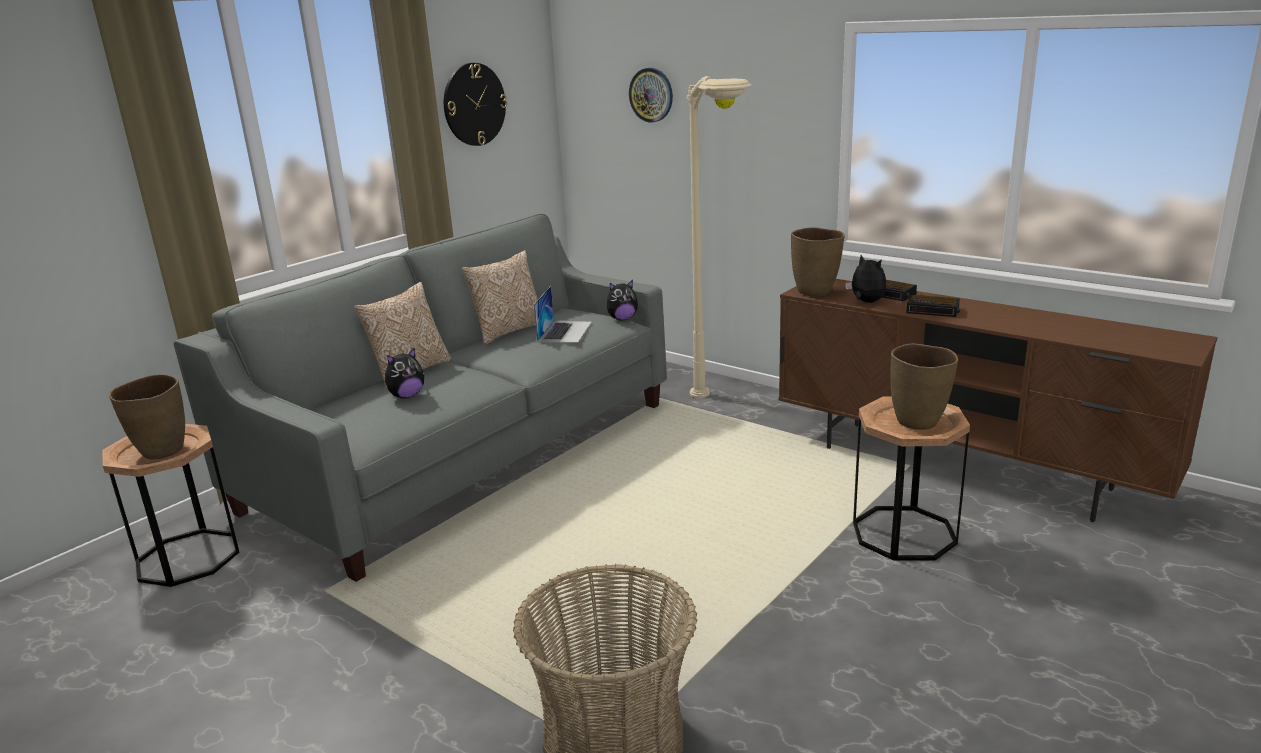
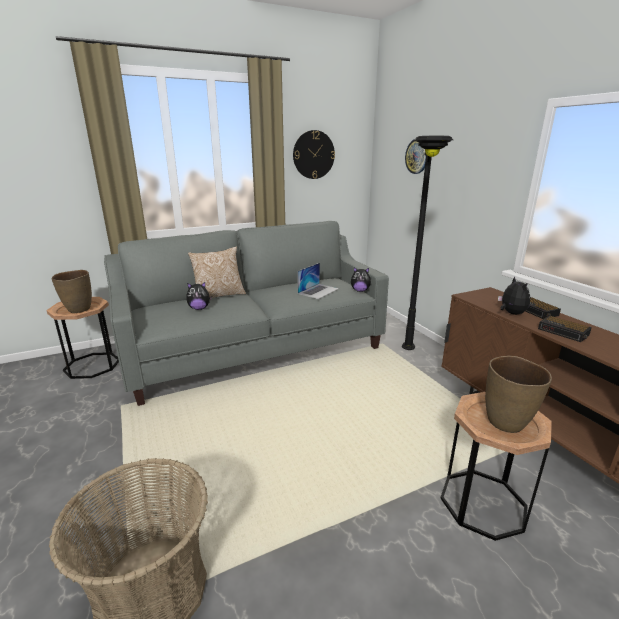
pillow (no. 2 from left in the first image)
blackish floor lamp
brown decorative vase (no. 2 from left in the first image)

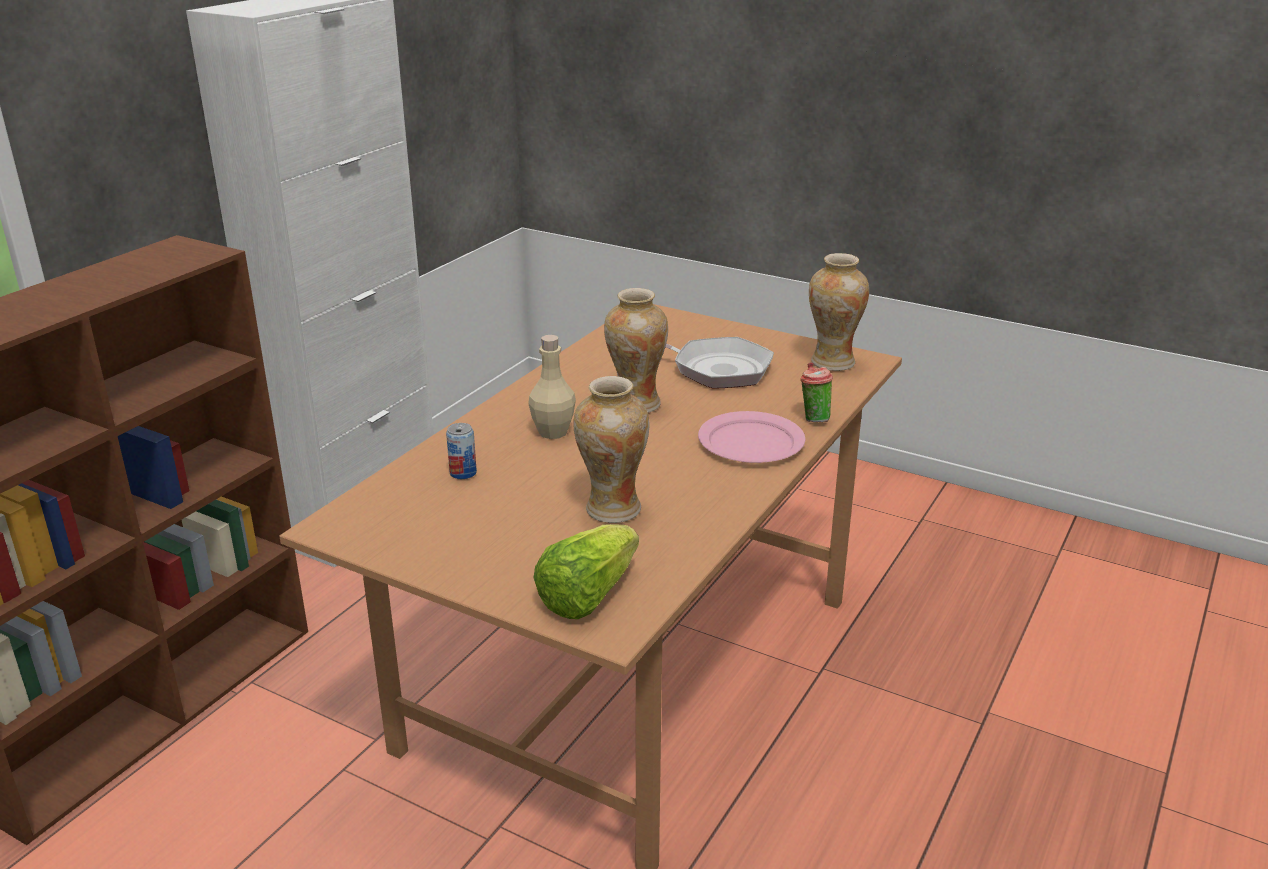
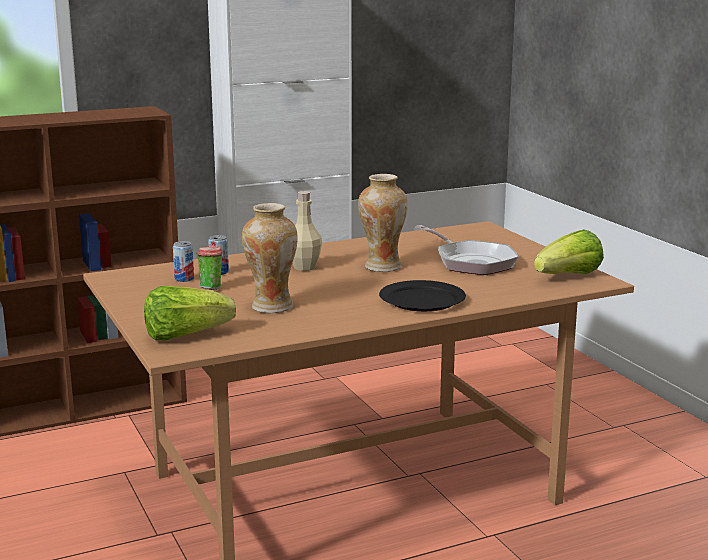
blackish plate
drinking cup
lettuce head (no. 2 from left)
metal can (no. 1 from left)

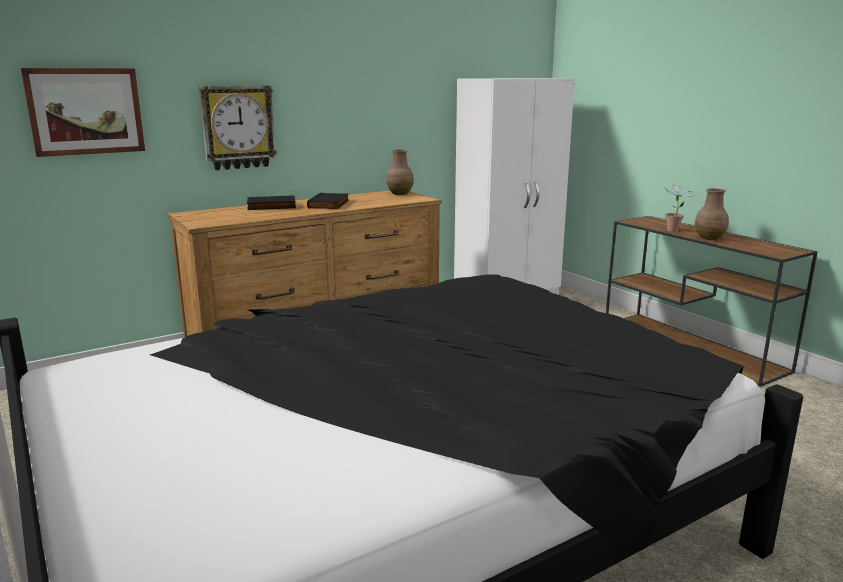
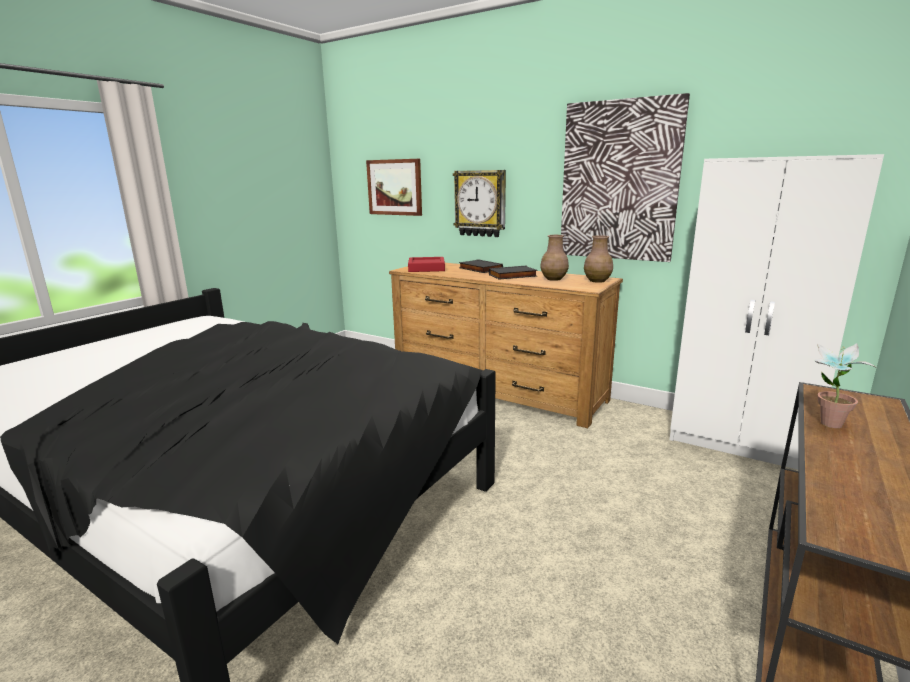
brown decorative vase (no. 1 from left)
red-coloured serving tray
wall art (no. 2 from left)

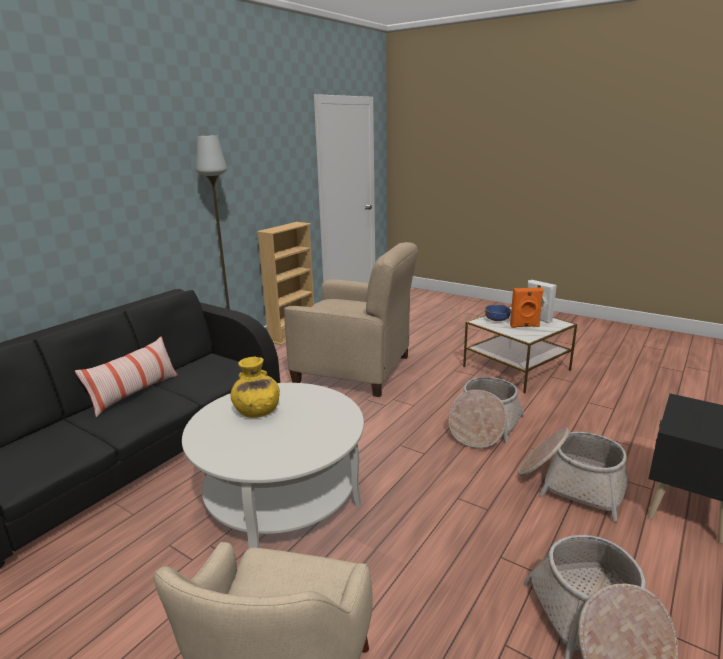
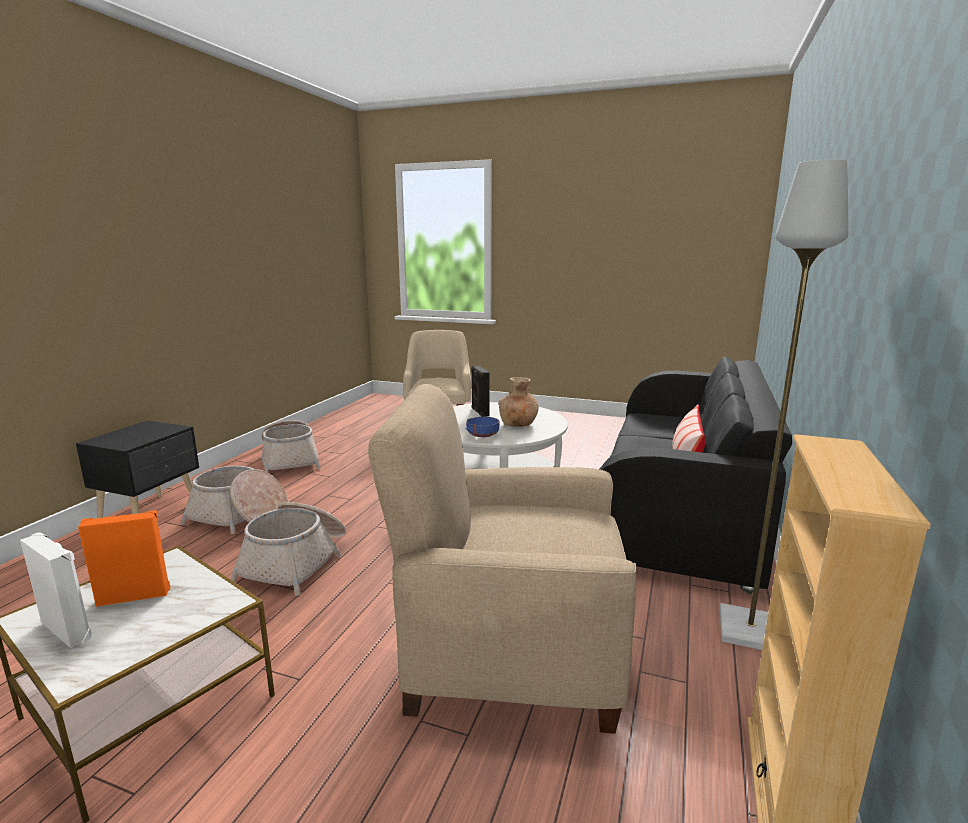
brown decorative vase
blue deep dish
blackish speaker

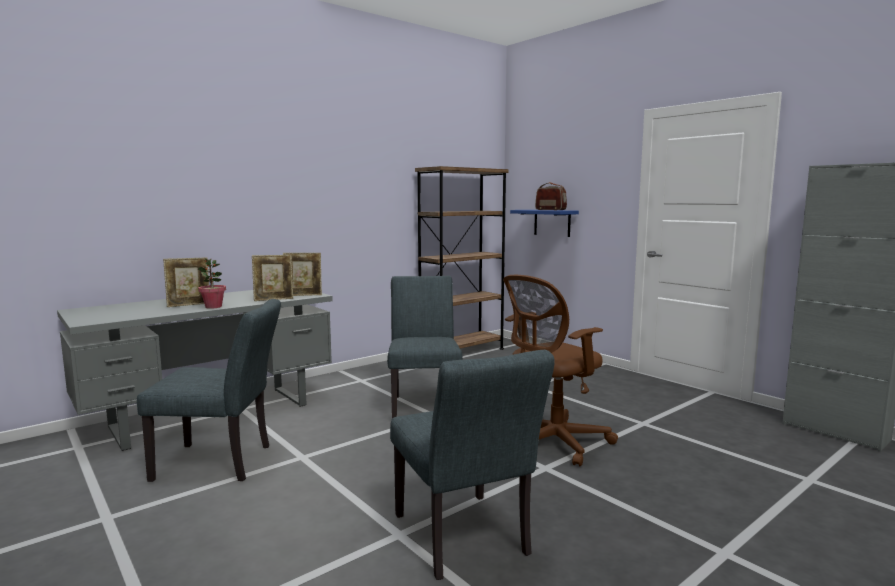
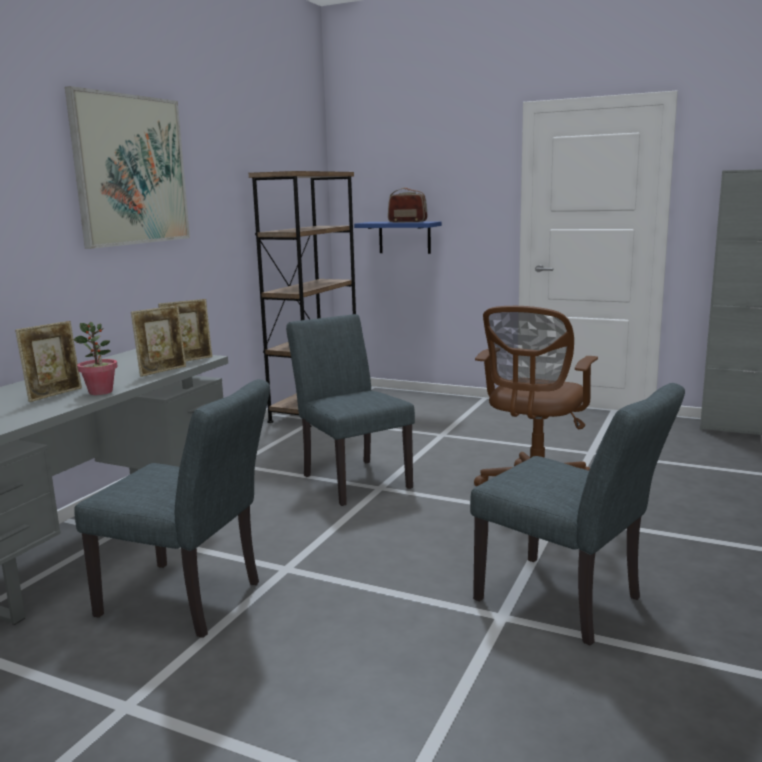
gray plain chair (no. 1 from left)
wall art

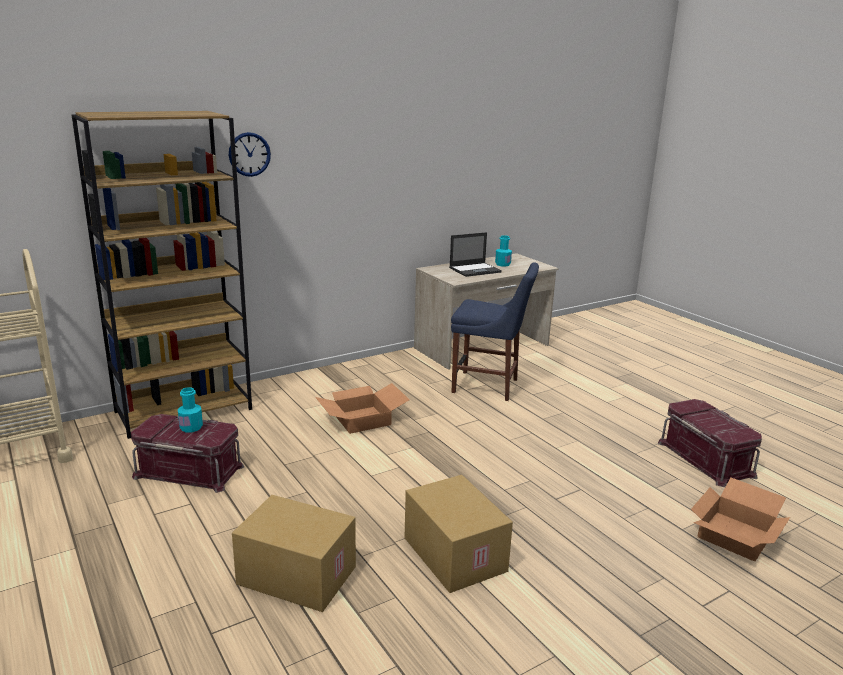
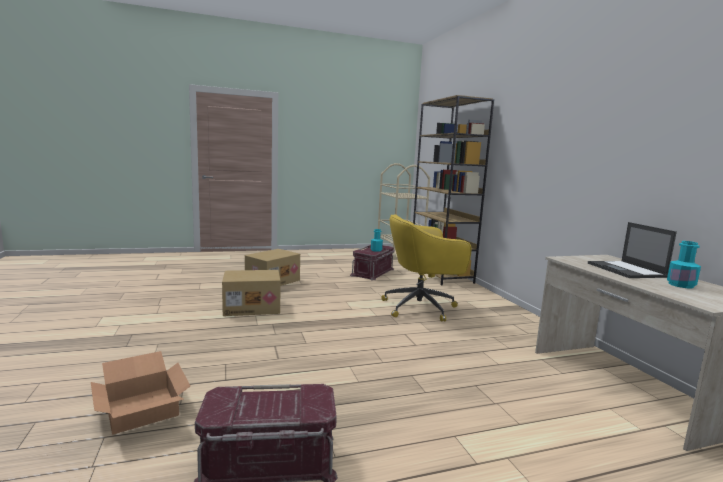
clock on the wall
yellow desk chair
blue plain chair

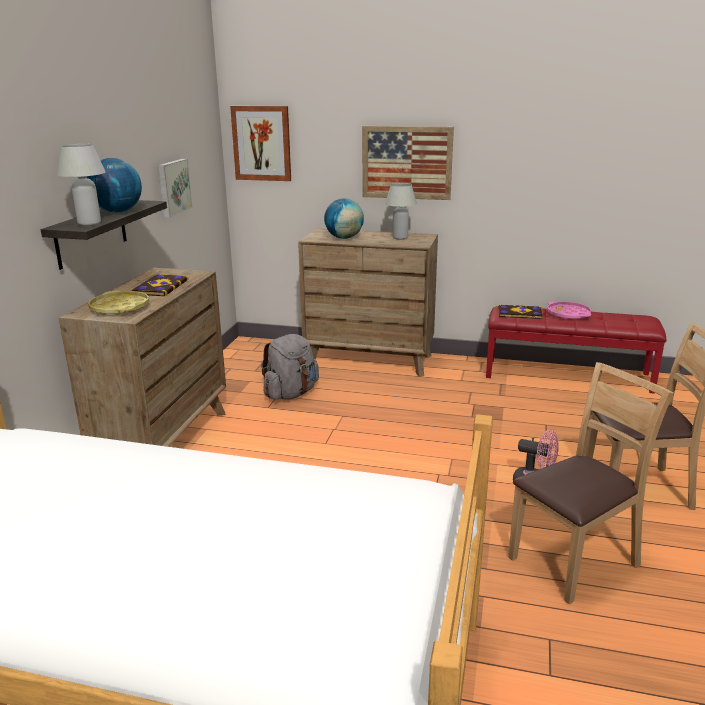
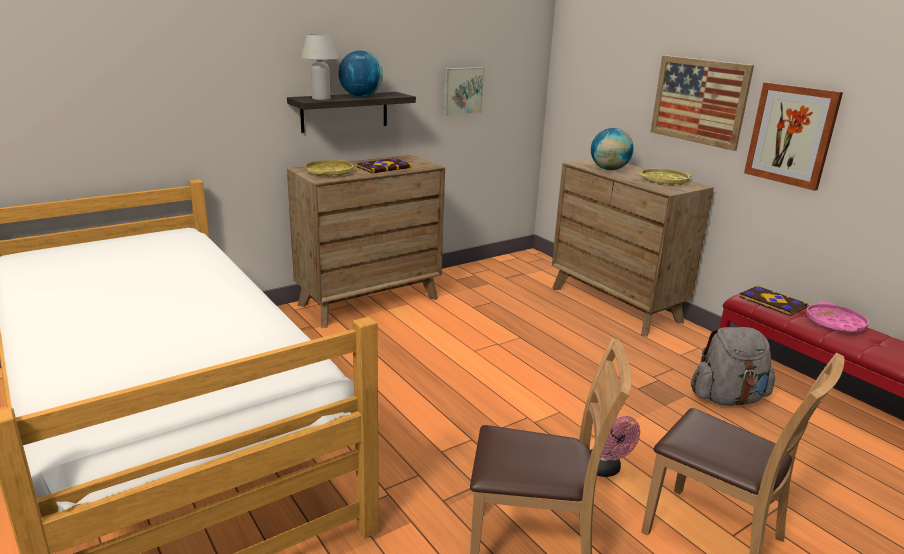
wall art (no. 3 from left)
gray knapsack
yellow serving tray (no. 2 from left)

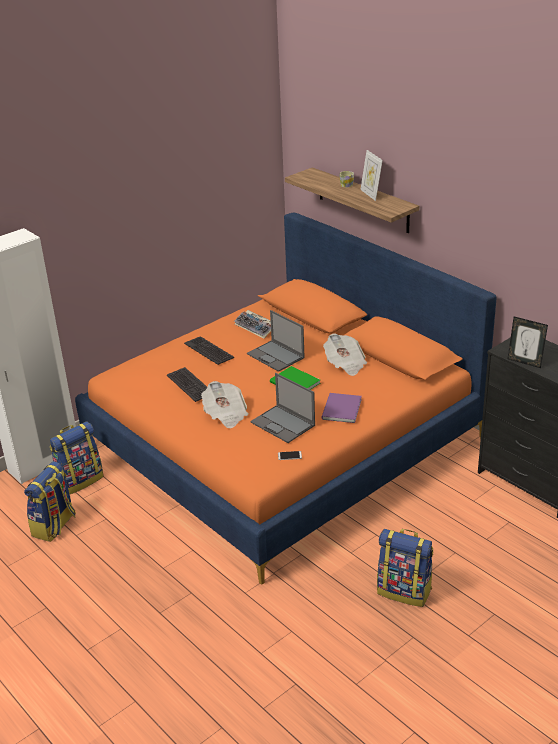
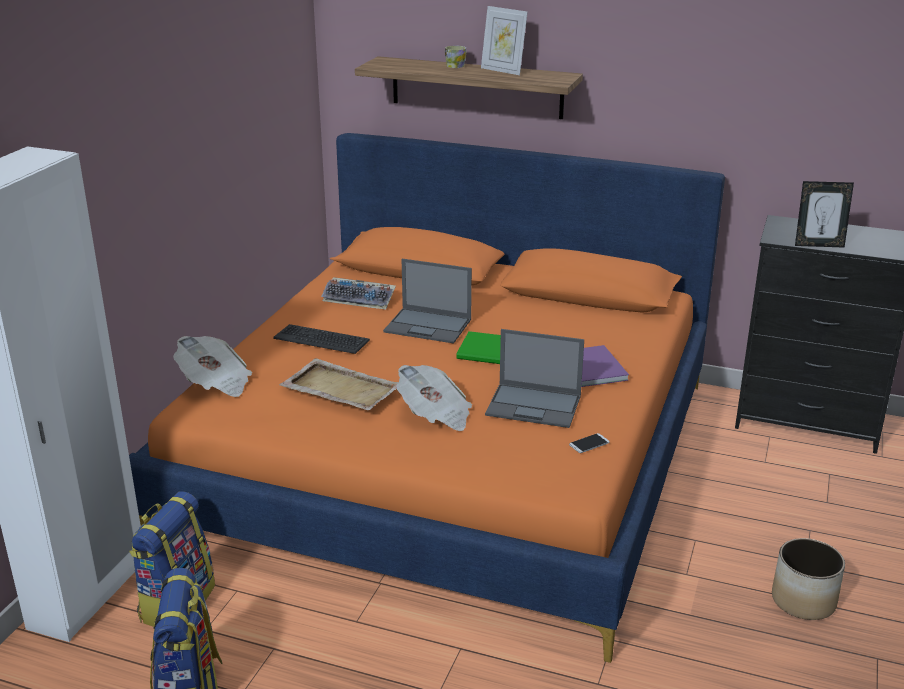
beige-coloured serving tray
printed paper (no. 1 from left)
flower pot

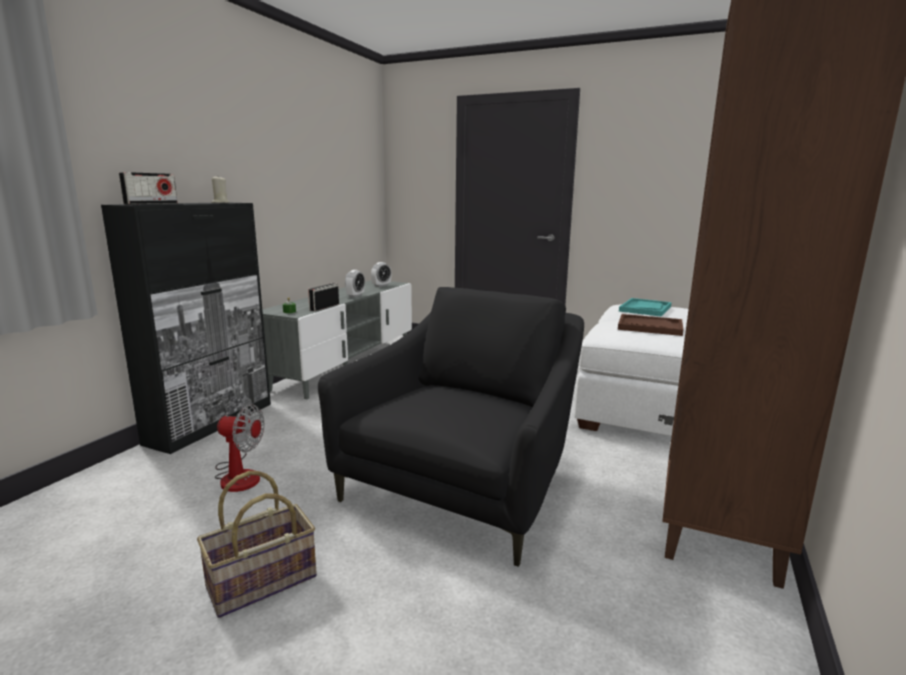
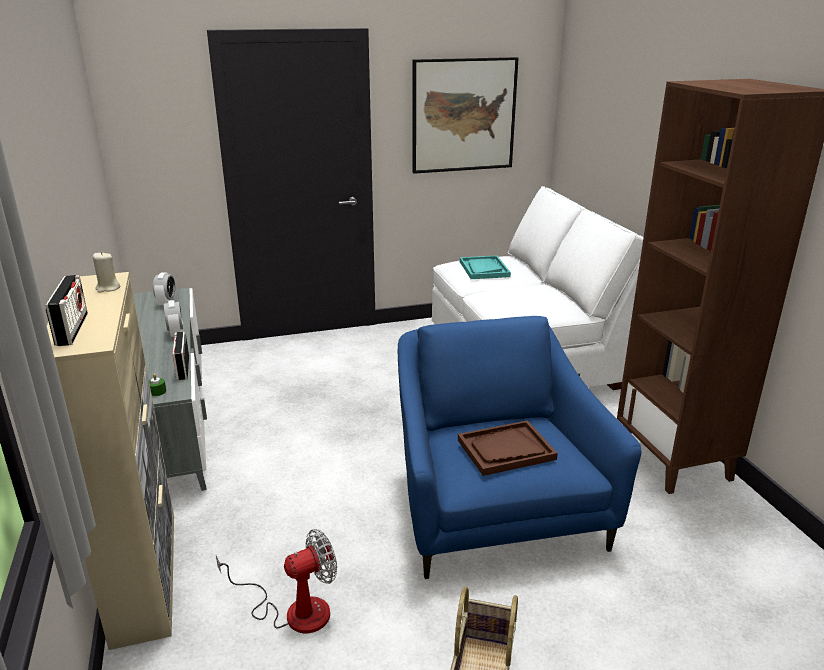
beige-coloured cupboard
blue lounge chair
brown serving tray
wall art

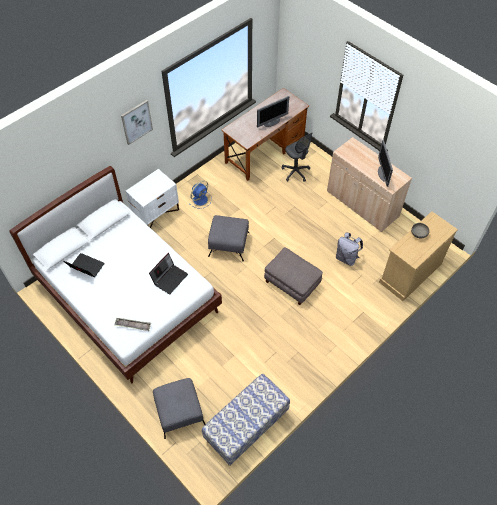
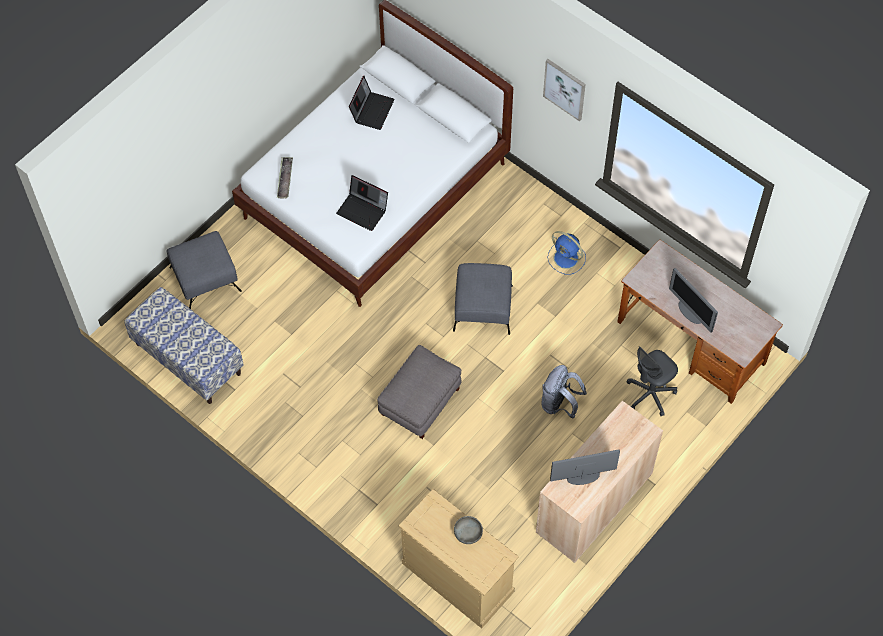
white-coloured night table
gray knapsack

